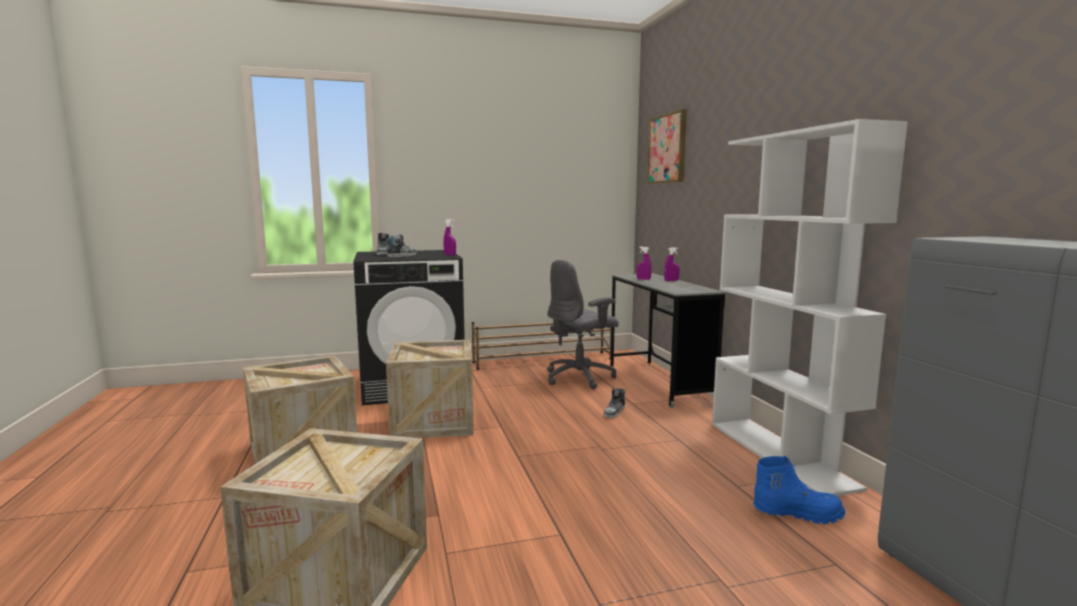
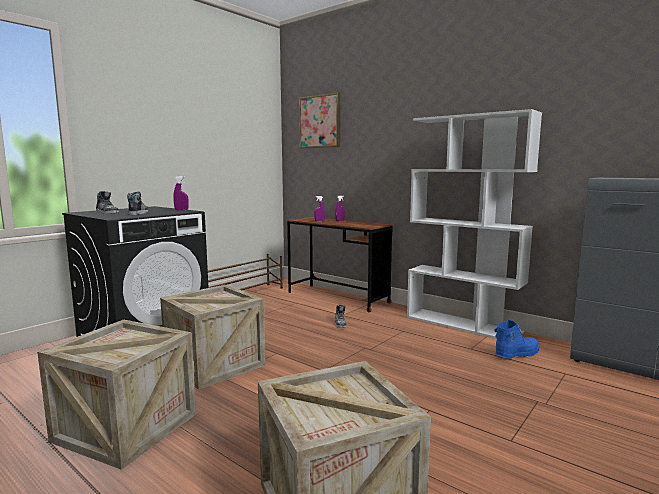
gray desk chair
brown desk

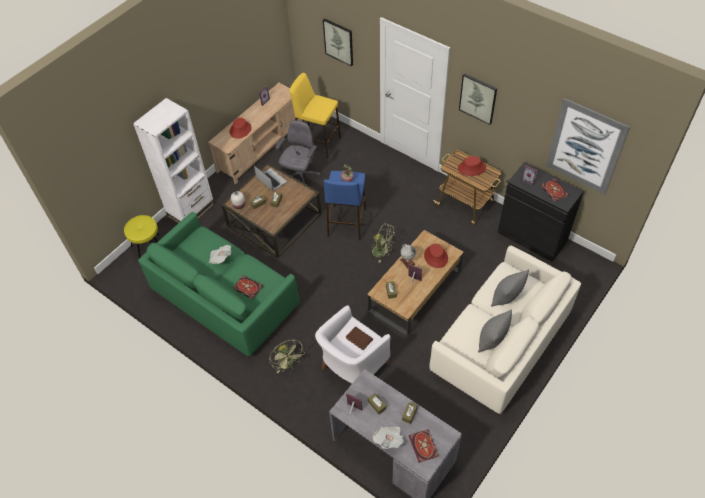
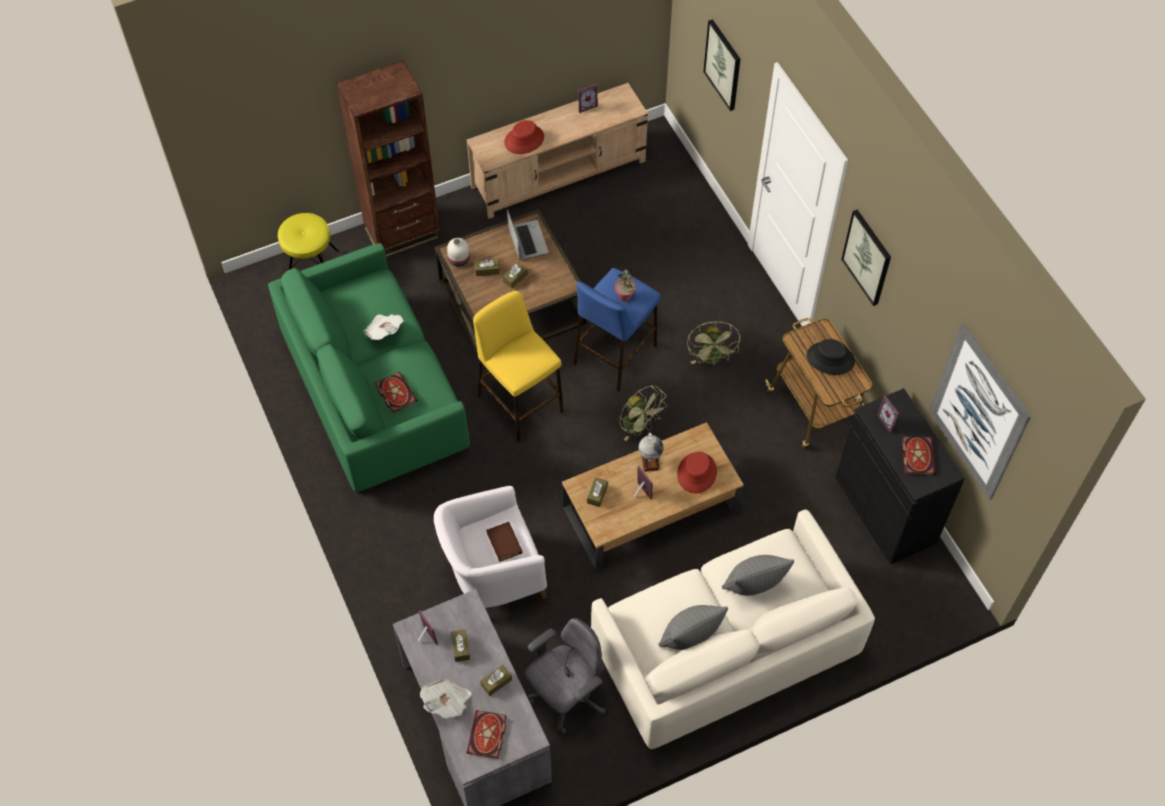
brown bookcase
greenish cooling fan (no. 2 from left)
gray desk chair
yellow stool (no. 2 from left)
blackish wearable hat

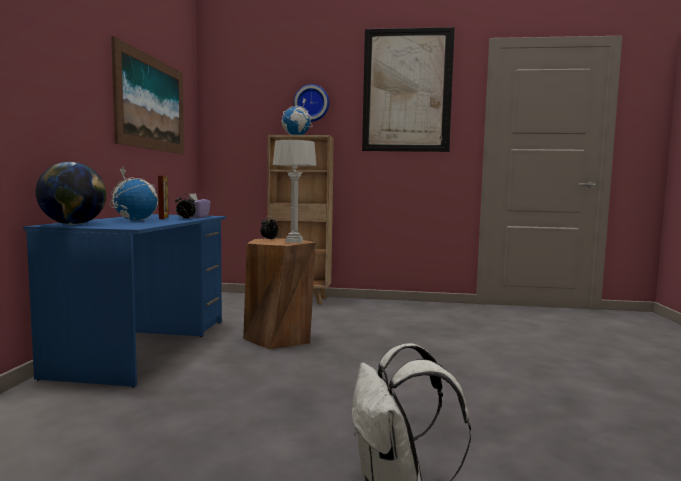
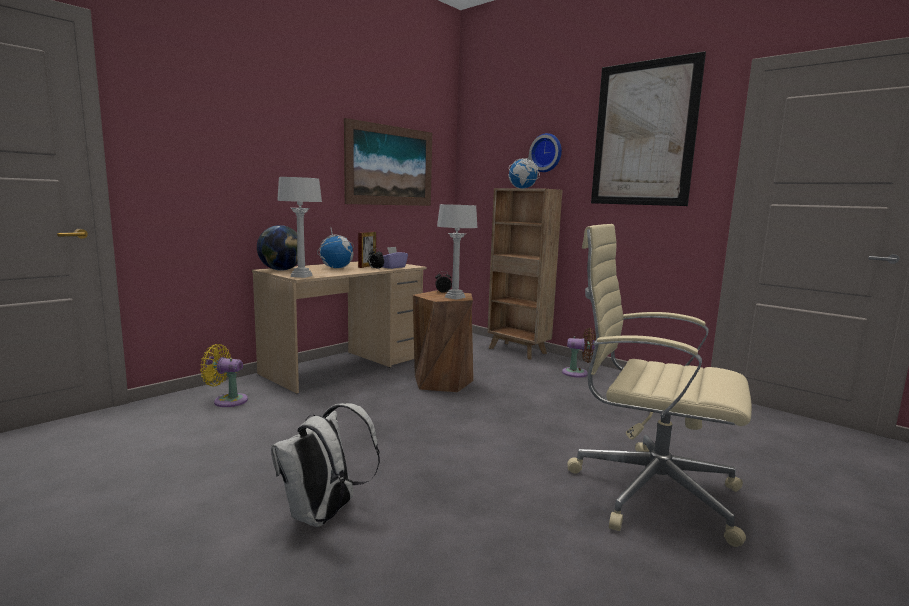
beige-coloured desk
yellow cooling fan
gray table lamp (no. 1 from left)
brown cooling fan
beige-coloured desk chair

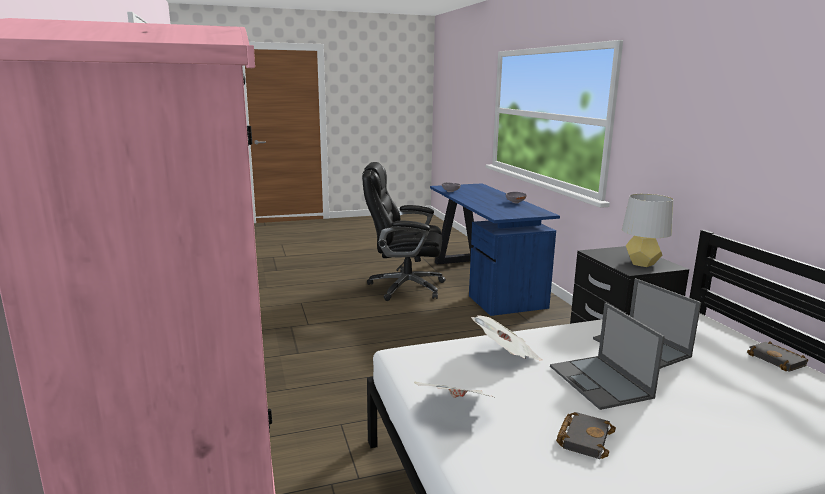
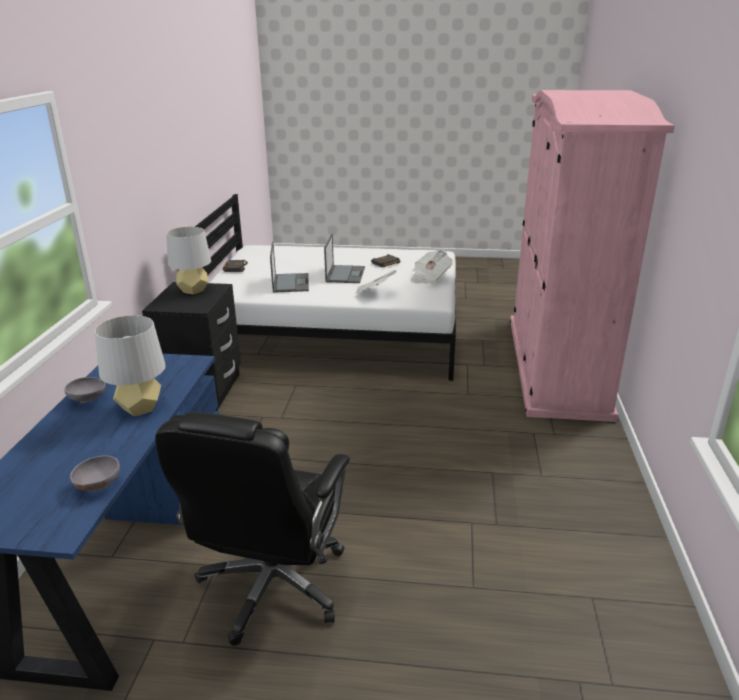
blackish desk chair
gray table lamp (no. 1 from left)

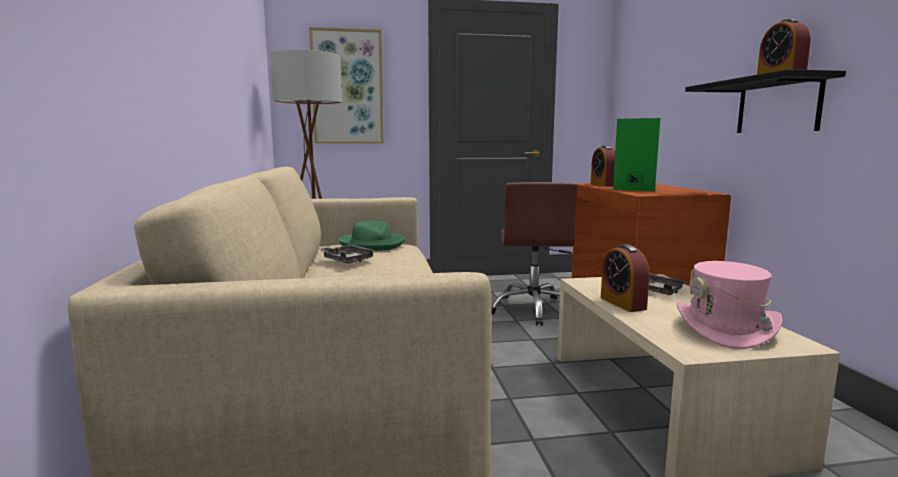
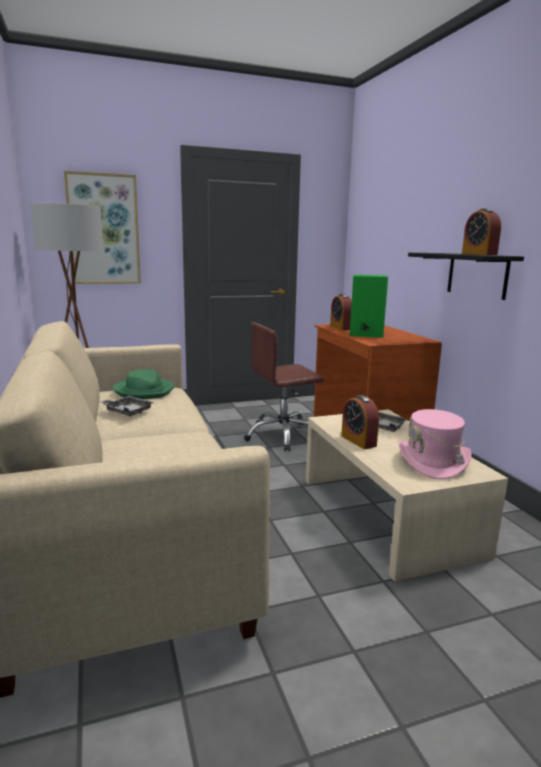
brown desk chair

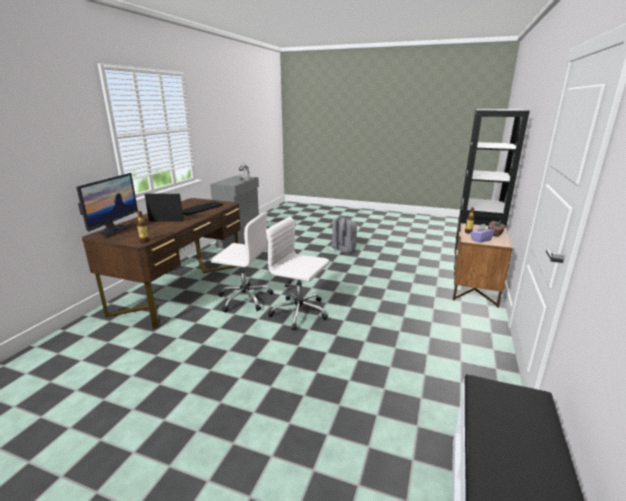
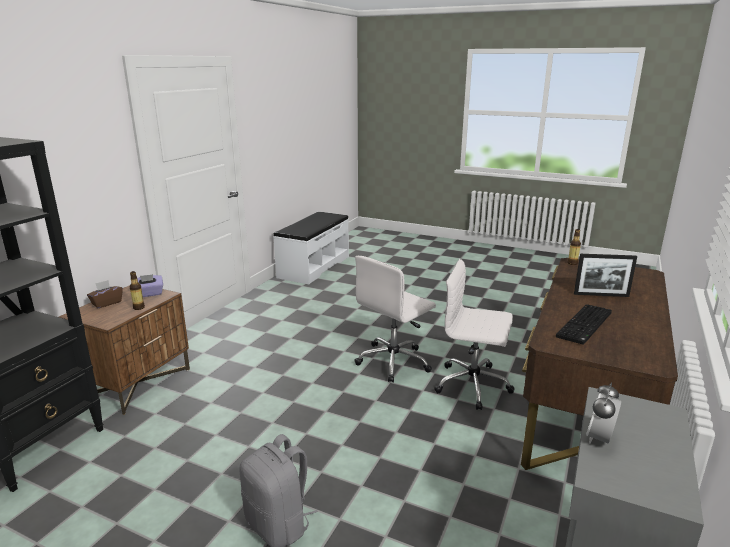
computer display
white-coloured desk chair (no. 1 from left)

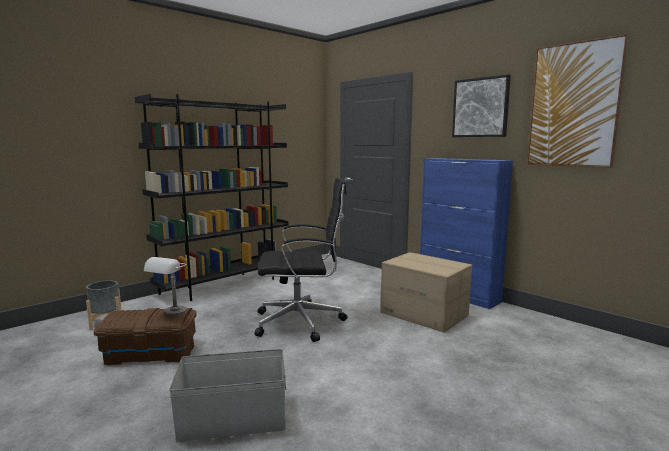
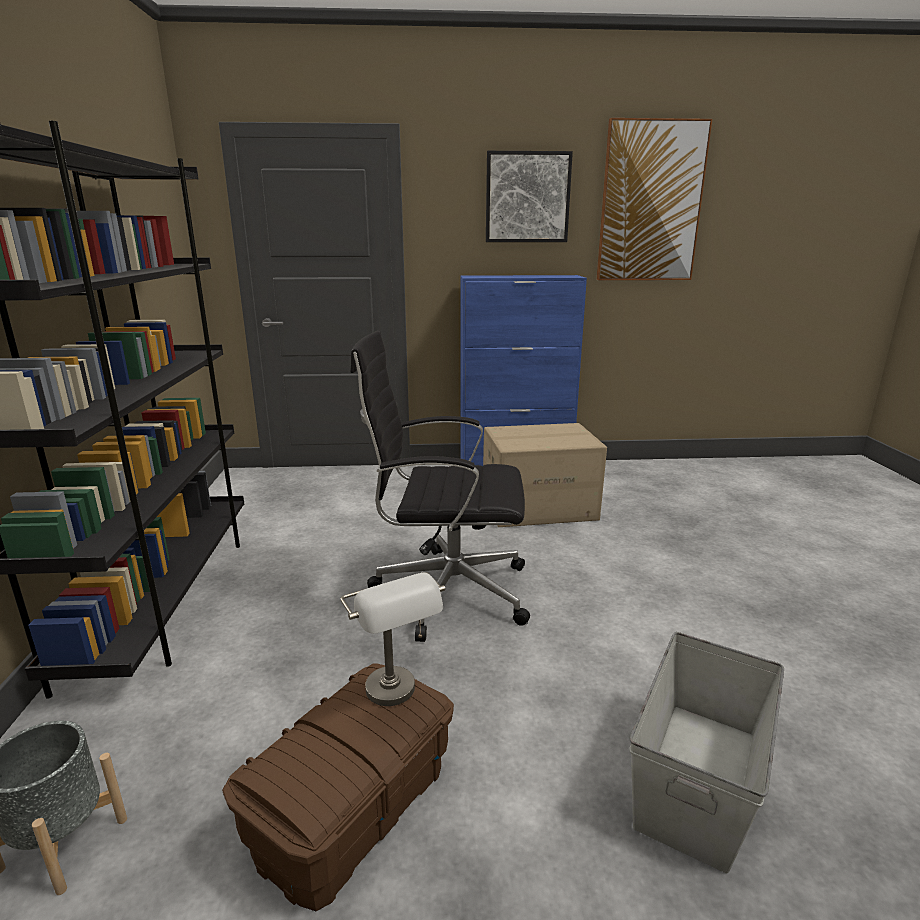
blackish desk chair

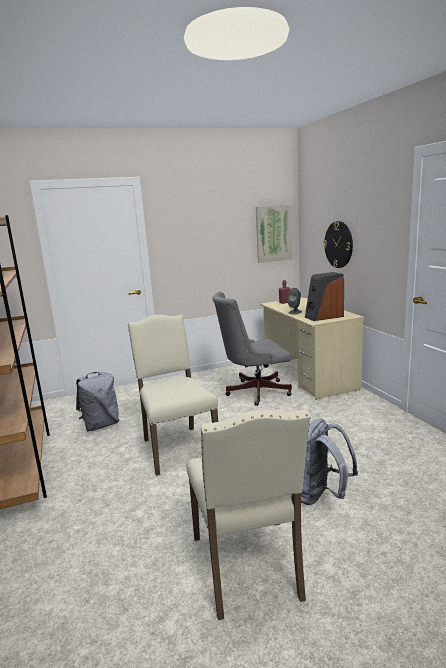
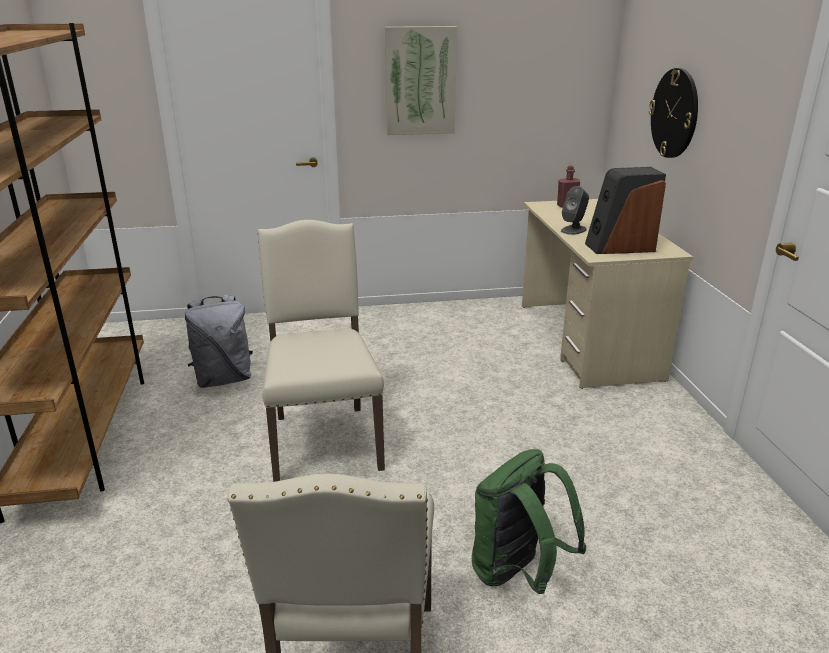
gray desk chair
wall art
greenish knapsack

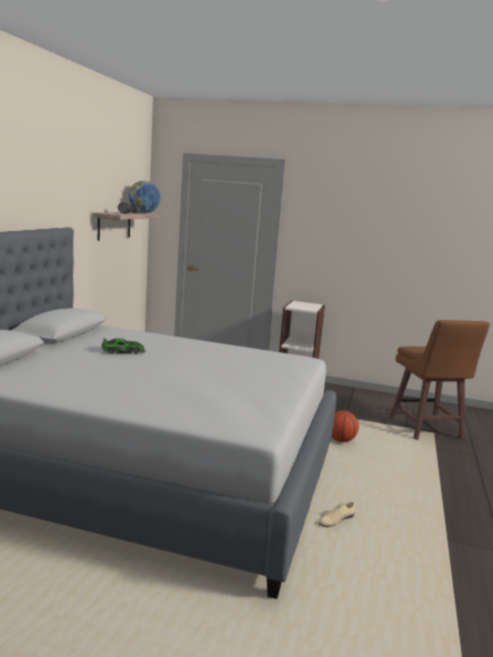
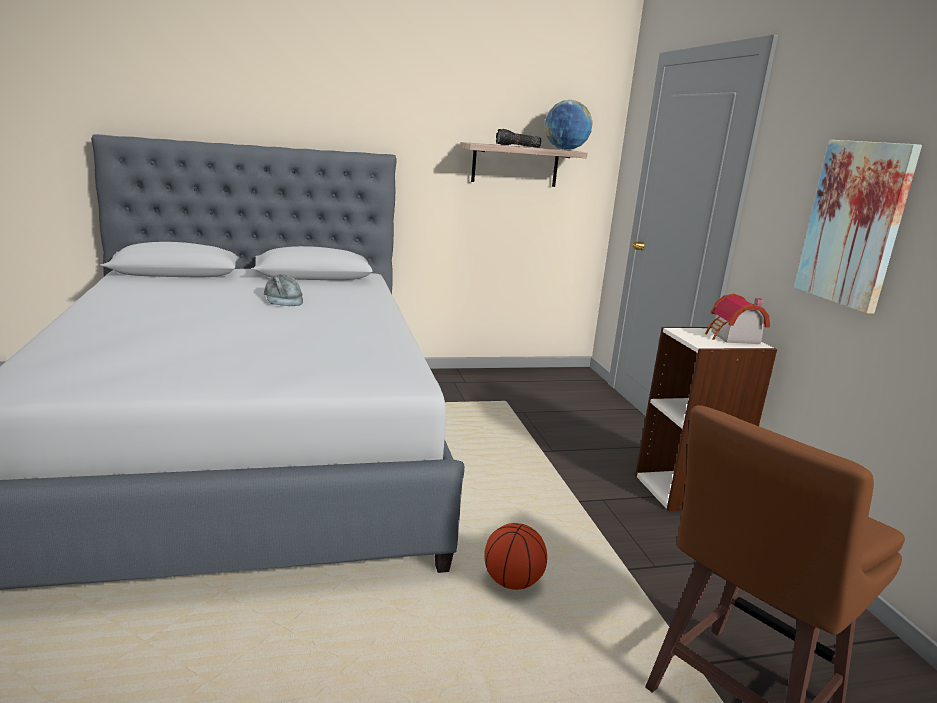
gray cap
beige-coloured low shoe
miniature house
wall art

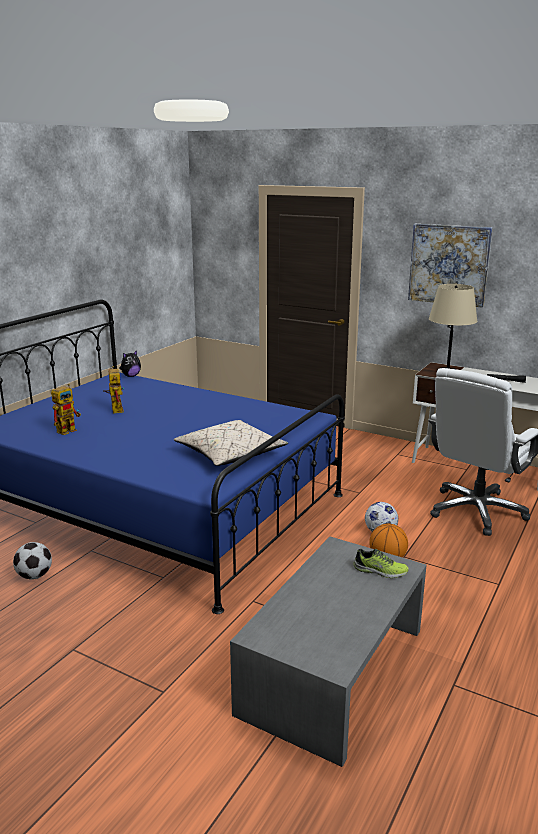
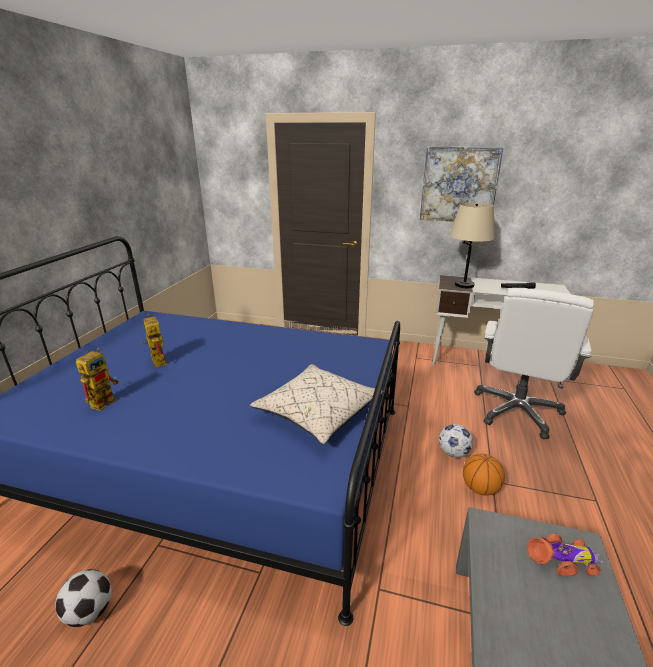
cuddly toy
model car

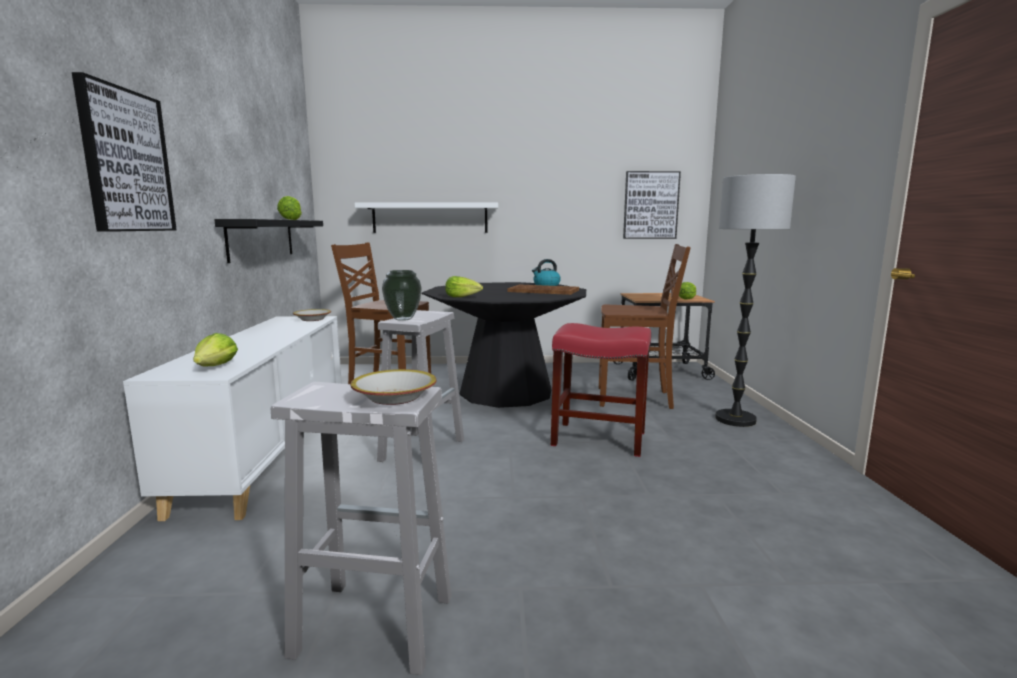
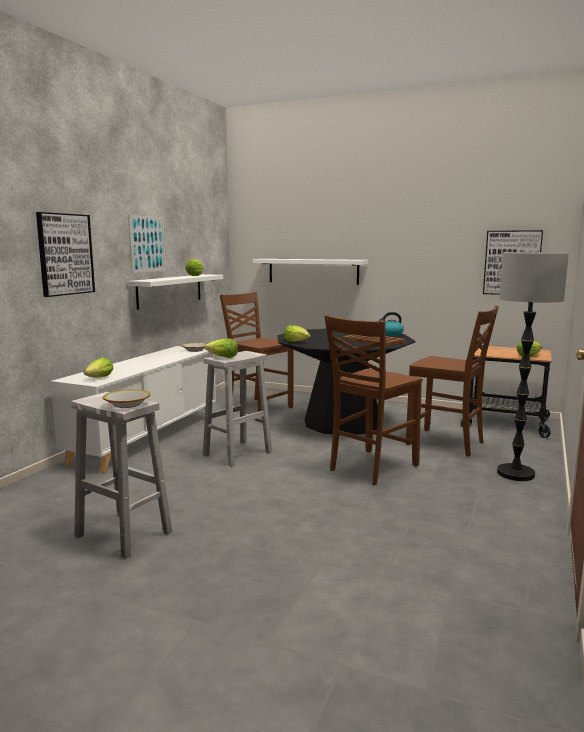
white-coloured bracket shelf (no. 1 from left)
lettuce head (no. 3 from left)
brown plain chair (no. 2 from left)
wall art (no. 2 from left)

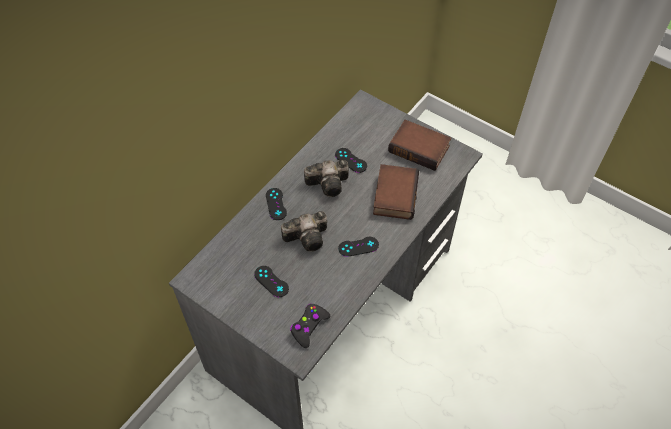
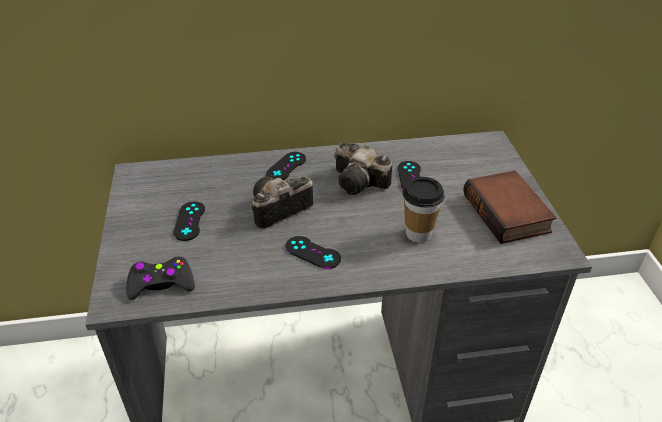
photo camera (no. 1 from left)
drinking cup

